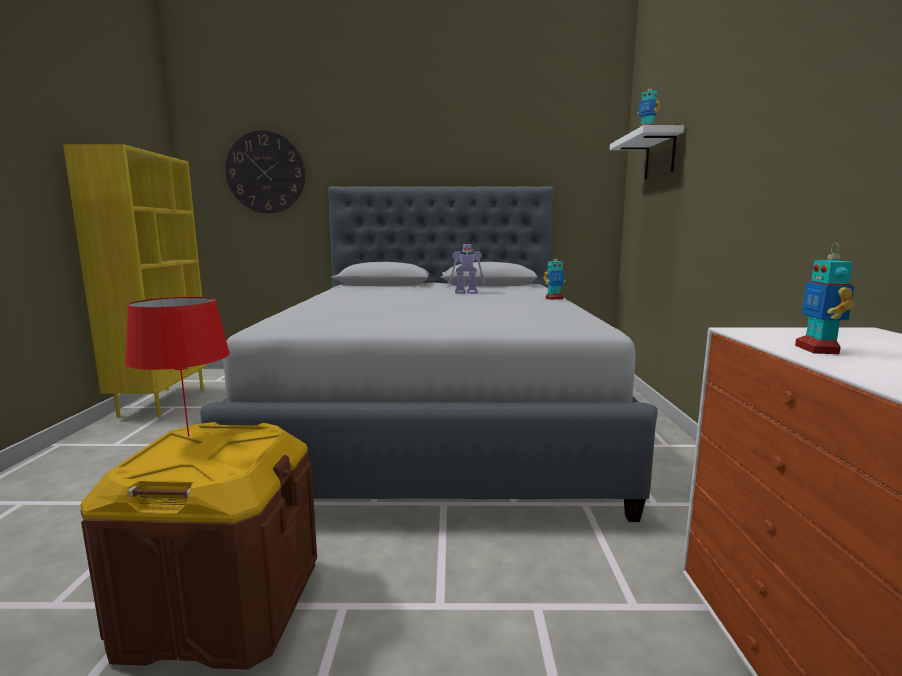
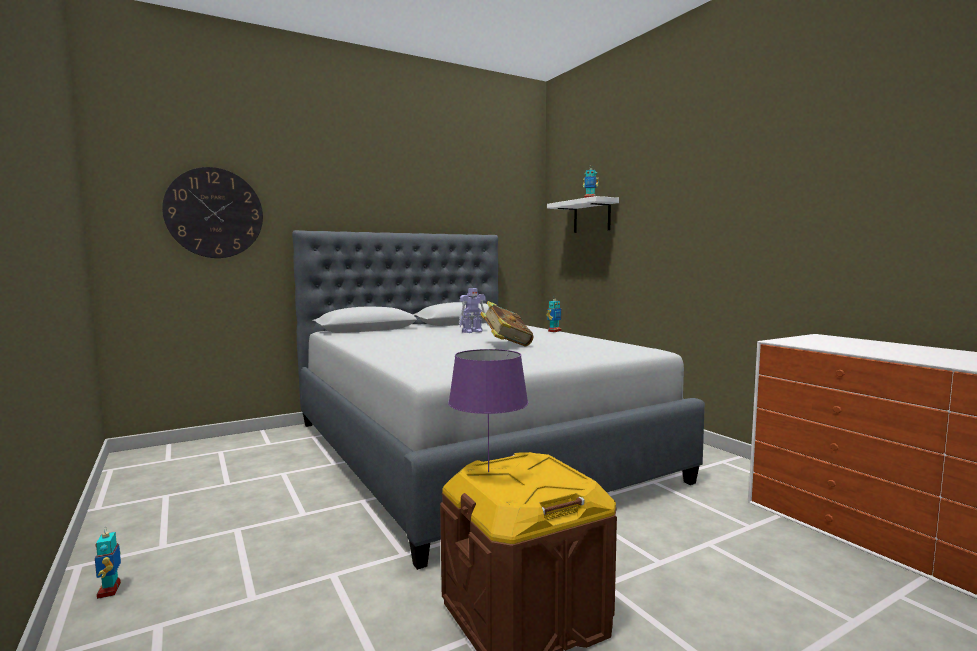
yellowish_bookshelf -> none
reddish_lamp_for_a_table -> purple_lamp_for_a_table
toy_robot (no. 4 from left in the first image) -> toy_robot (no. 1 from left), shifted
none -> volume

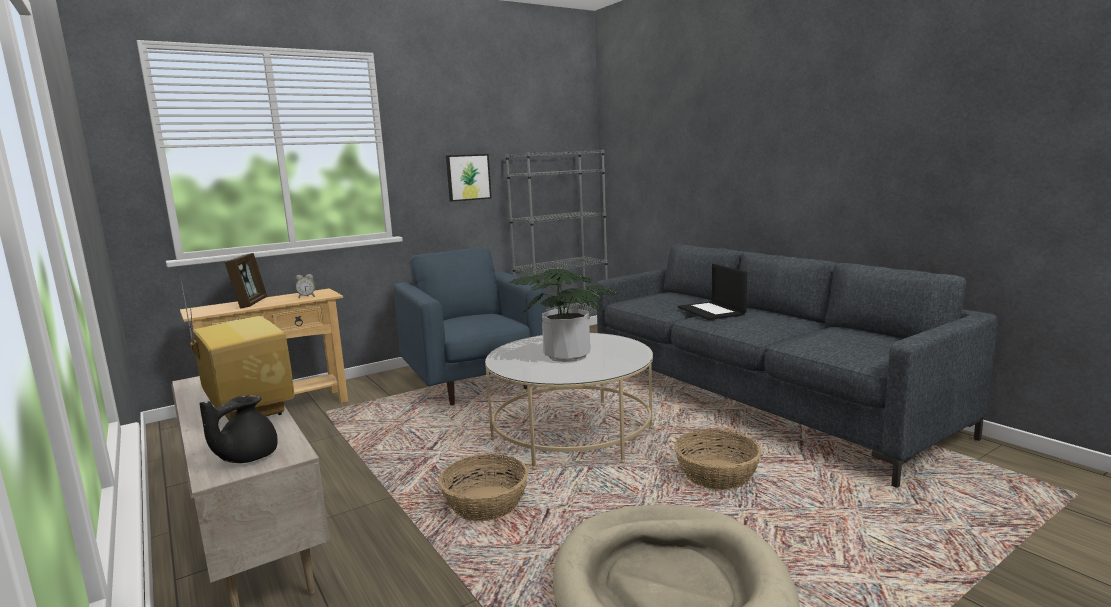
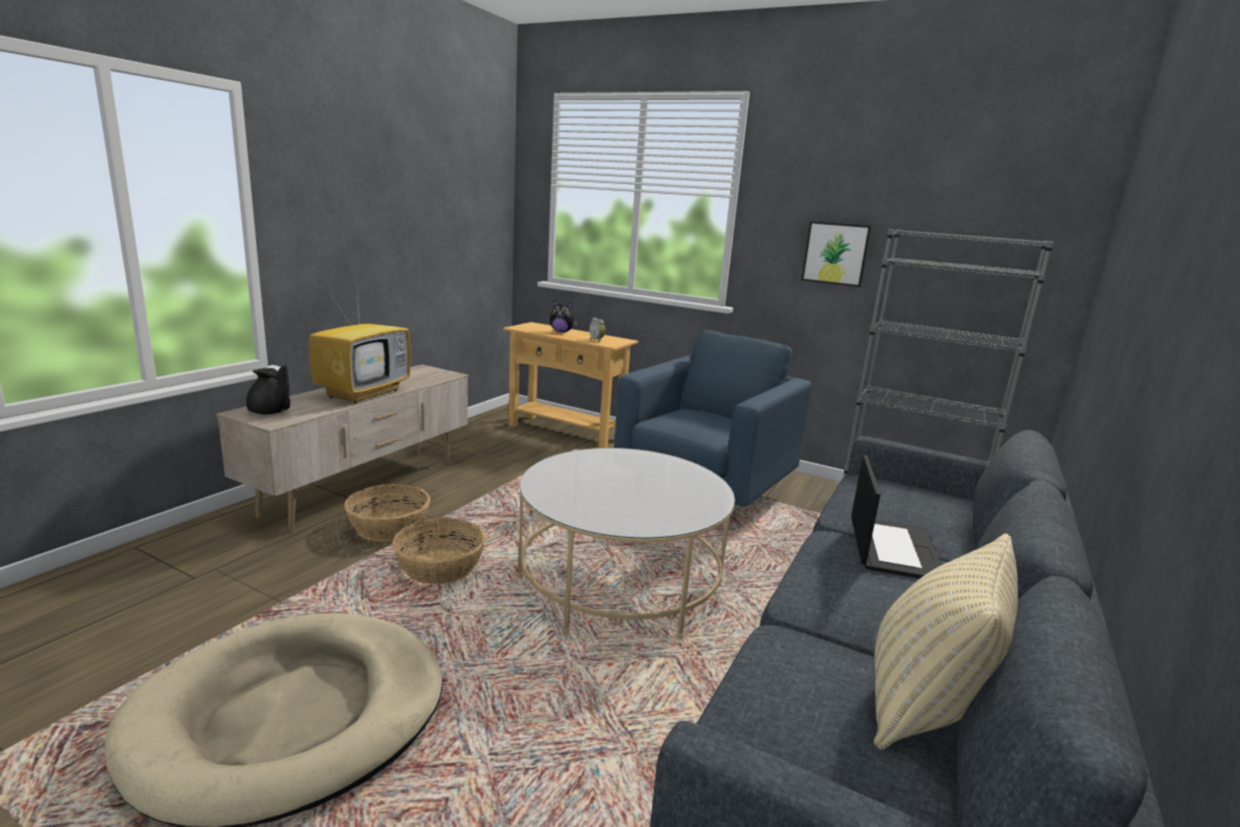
black-coloured_tea_pot, 150 degrees counterclockwise
photo_frame -> soft_toy
houseplant -> none
basket (no. 2 from left in the first image) -> basket (no. 1 from left), shifted
laptop, 150 degrees clockwise
none -> beige_throw_pillow

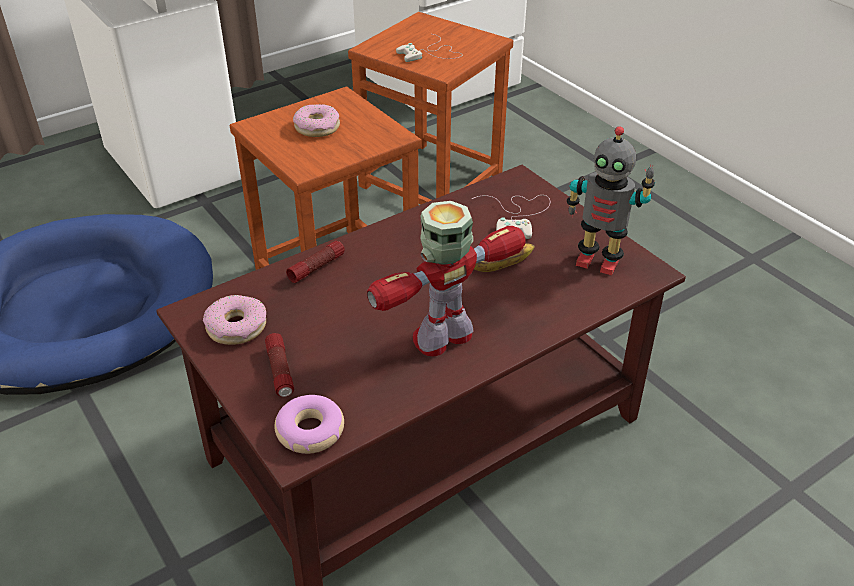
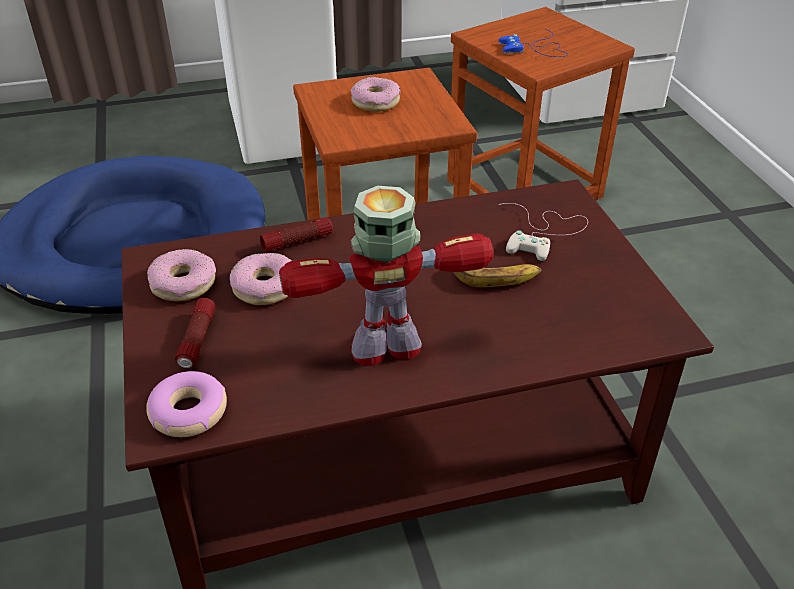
whitish_game_controller (no. 1 from left) -> bluish_game_controller
toy_robot (no. 2 from left) -> none
none -> ring_doughnut (no. 3 from left)

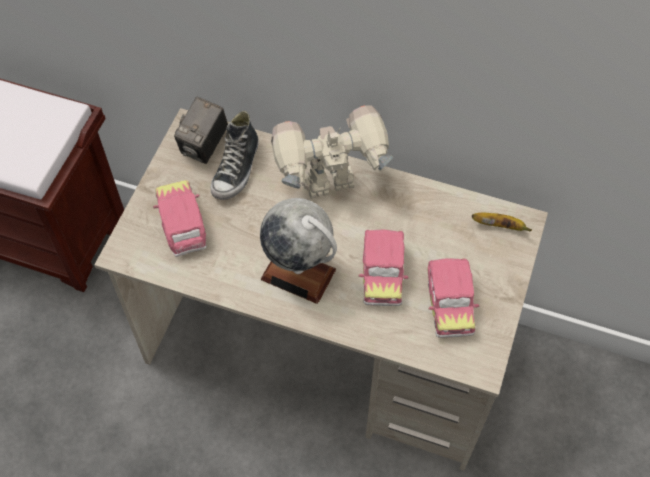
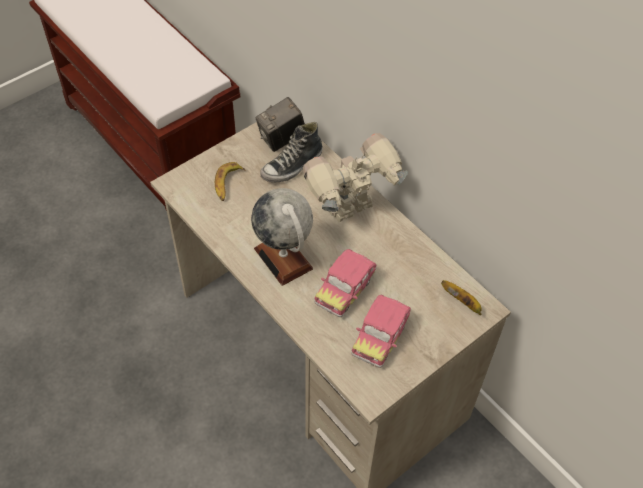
model_car (no. 1 from left) -> banana_fruit (no. 1 from left)
toy_robot, 45 degrees counterclockwise

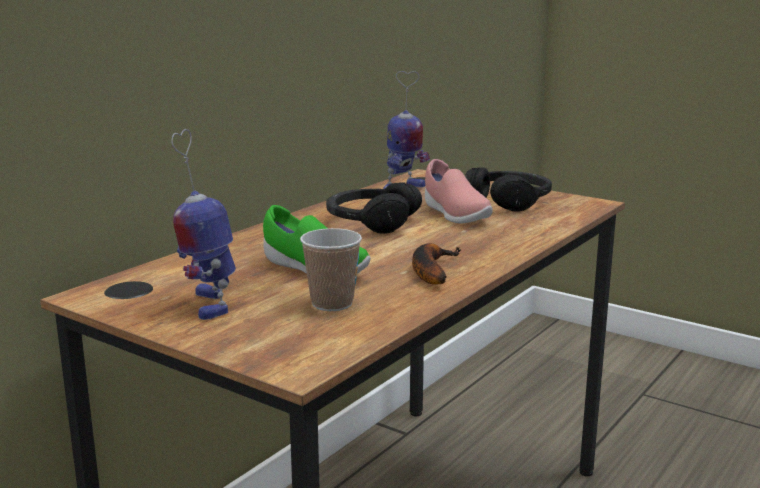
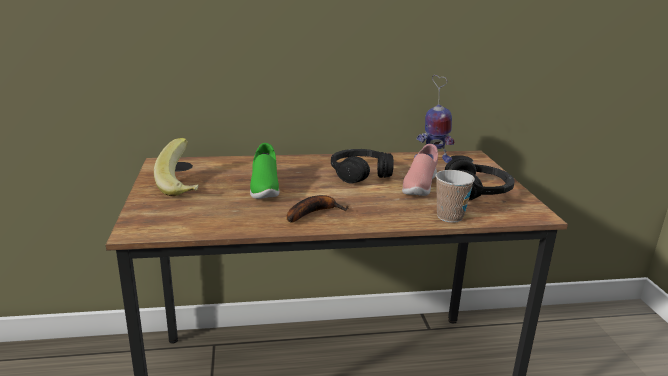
toy_robot (no. 1 from left) -> banana_fruit (no. 1 from left)
small_cup, shifted

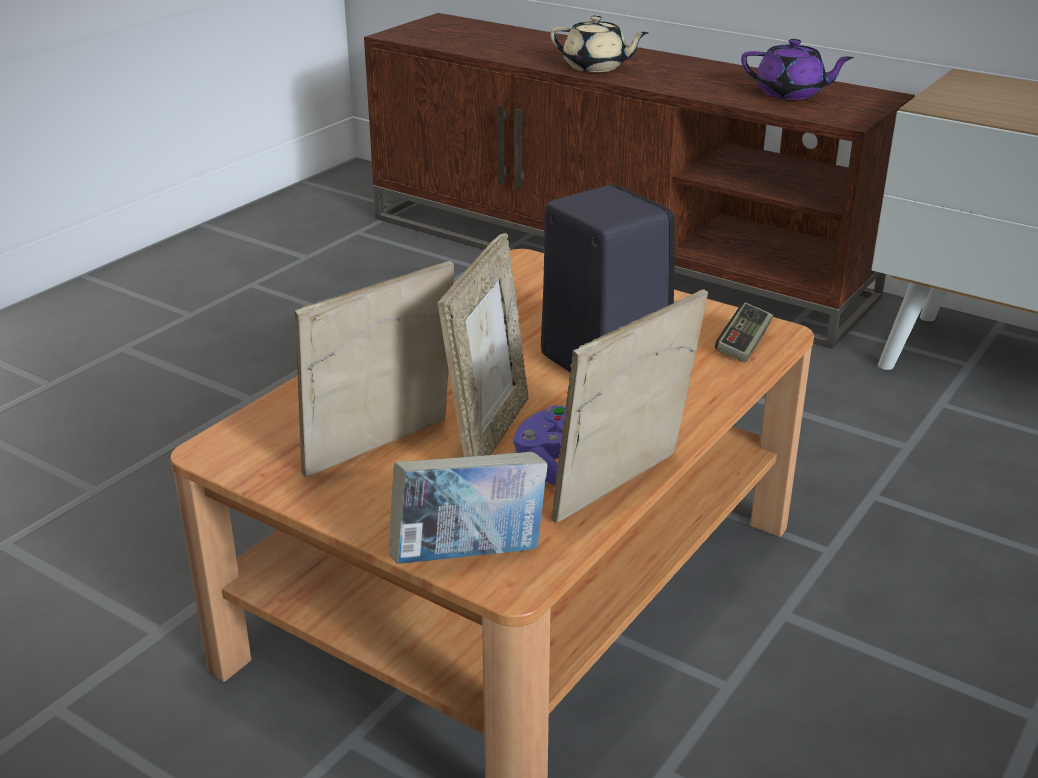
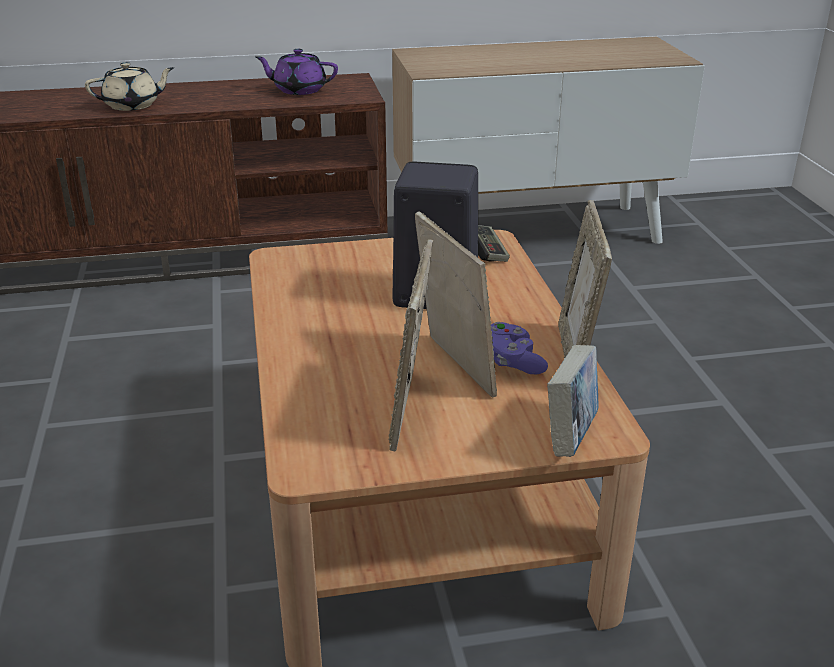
purple_tea_pot, 150 degrees counterclockwise

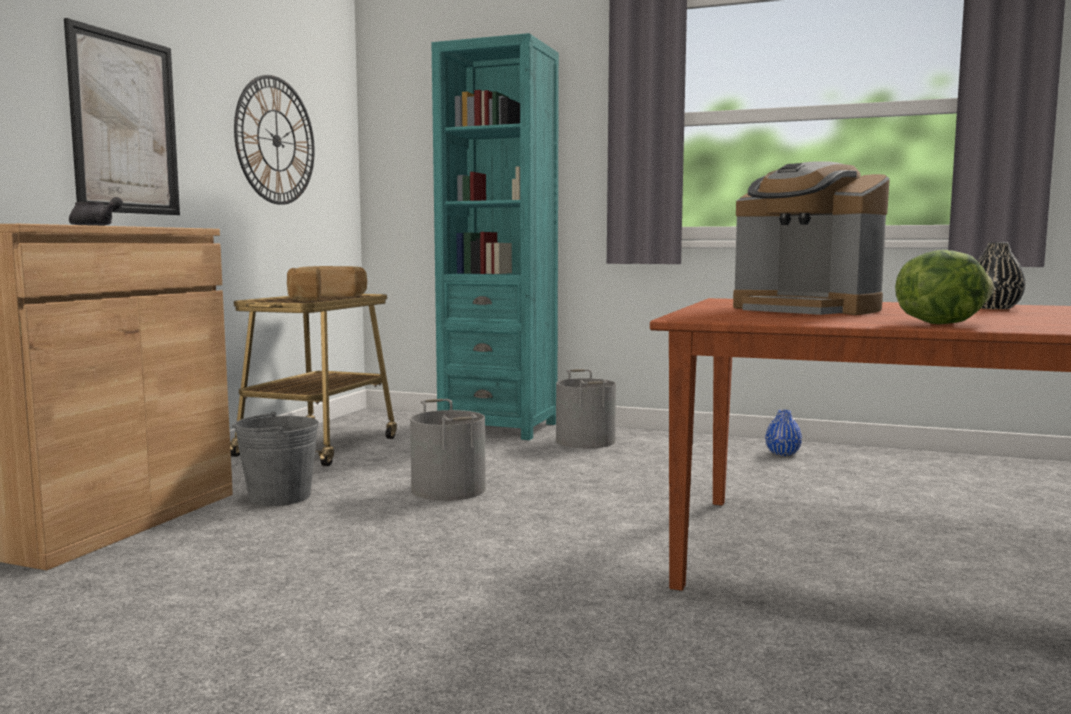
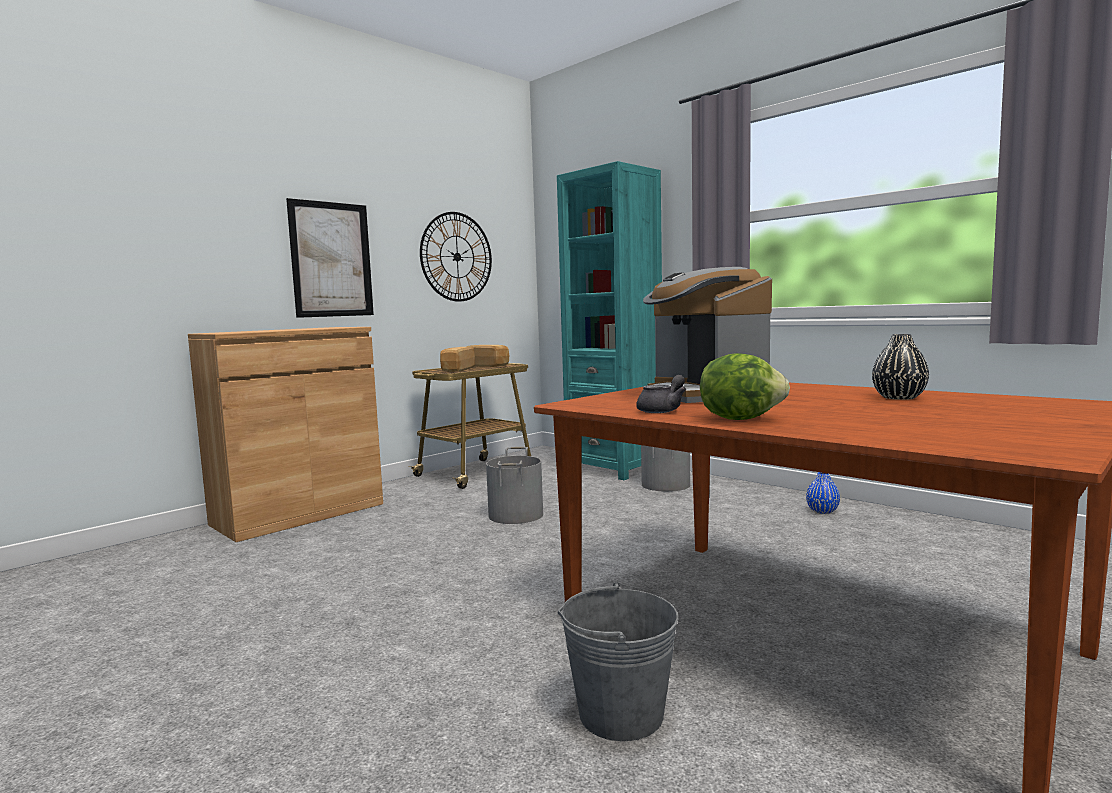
greyish_tea_pot, shifted
greyish_bucket (no. 1 from left in the first image) -> greyish_bucket (no. 2 from left), shifted

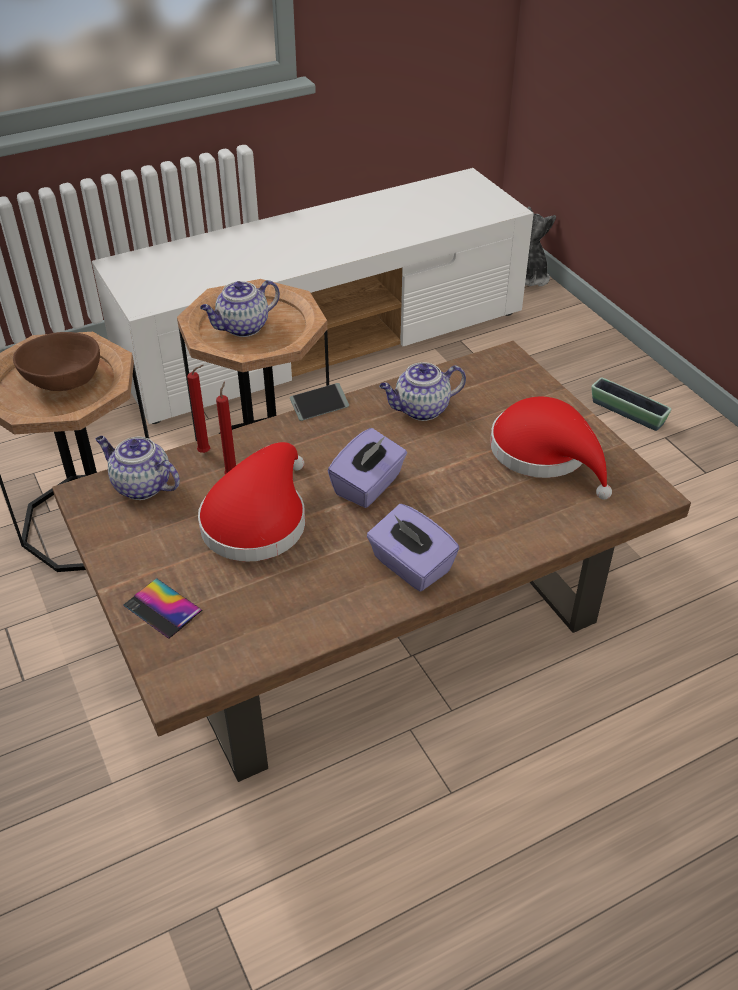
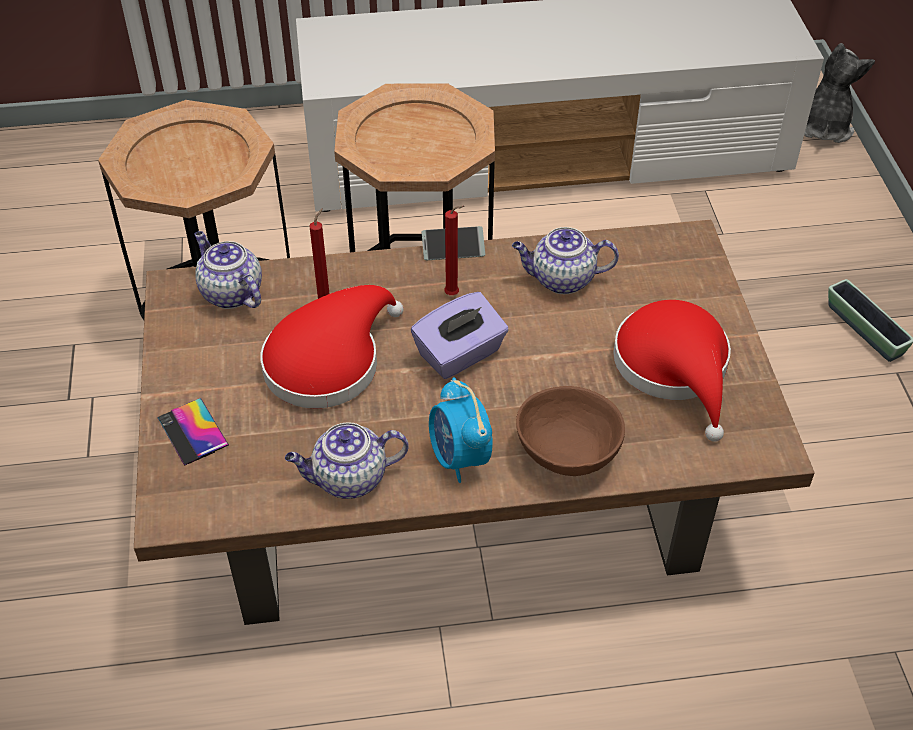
brownish_bowl, shifted
reddish_wax_light (no. 1 from left in the first image) -> reddish_wax_light (no. 2 from left), shifted
tea_pot (no. 2 from left), shifted
purple_box_of_tissues (no. 2 from left) -> table_clock

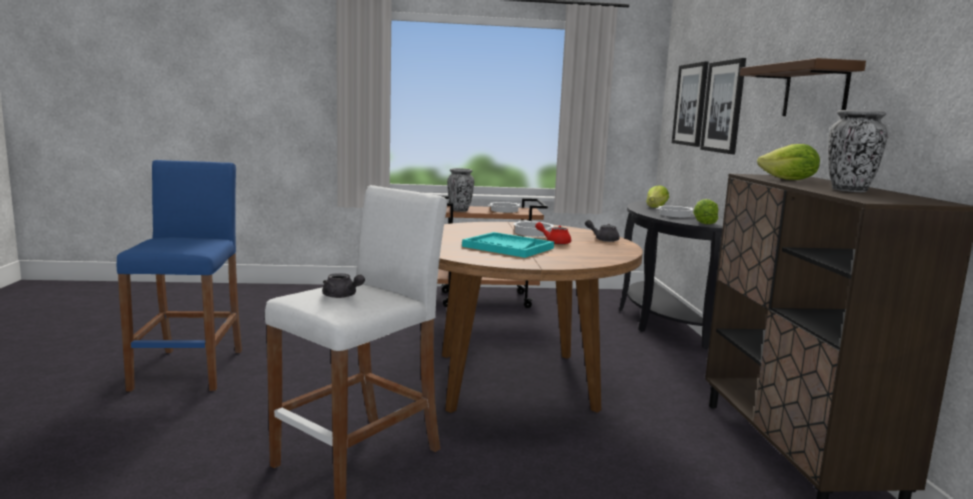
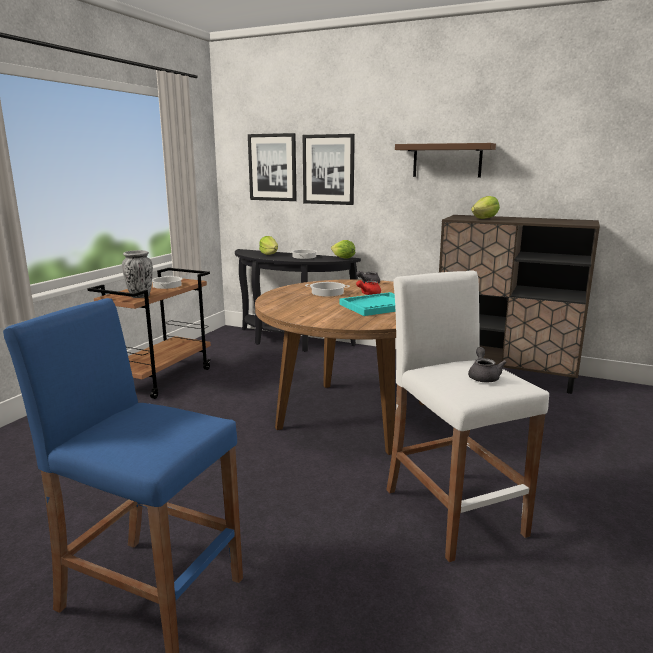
greyish_tea_pot (no. 1 from left in the first image) -> greyish_tea_pot (no. 2 from left), 60 degrees counterclockwise
flower_vase (no. 2 from left) -> none

